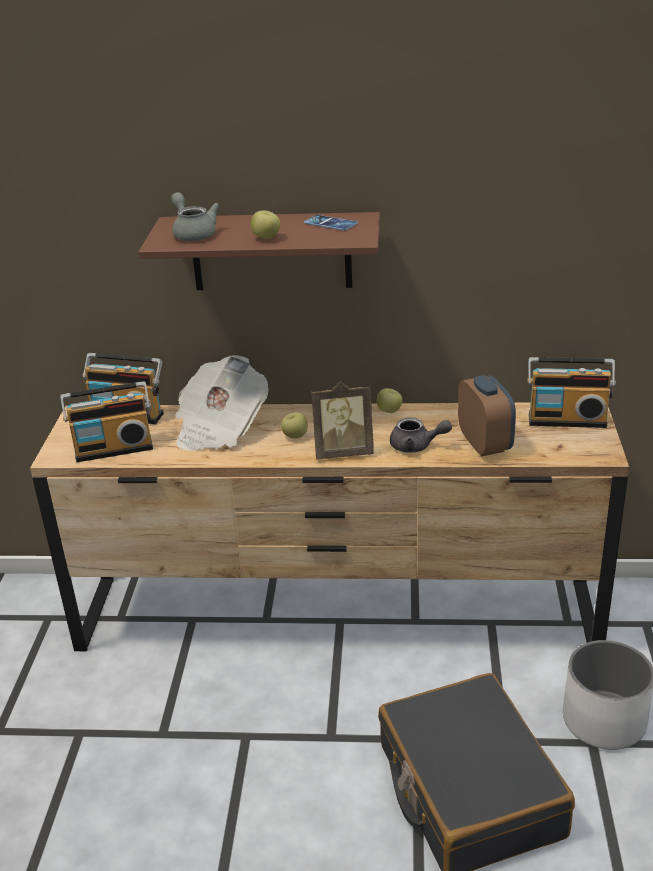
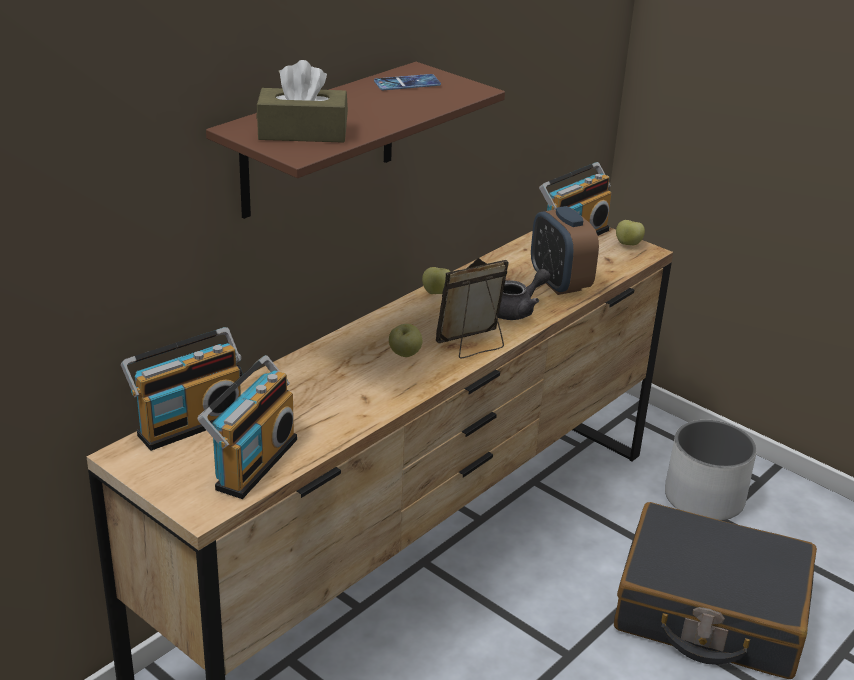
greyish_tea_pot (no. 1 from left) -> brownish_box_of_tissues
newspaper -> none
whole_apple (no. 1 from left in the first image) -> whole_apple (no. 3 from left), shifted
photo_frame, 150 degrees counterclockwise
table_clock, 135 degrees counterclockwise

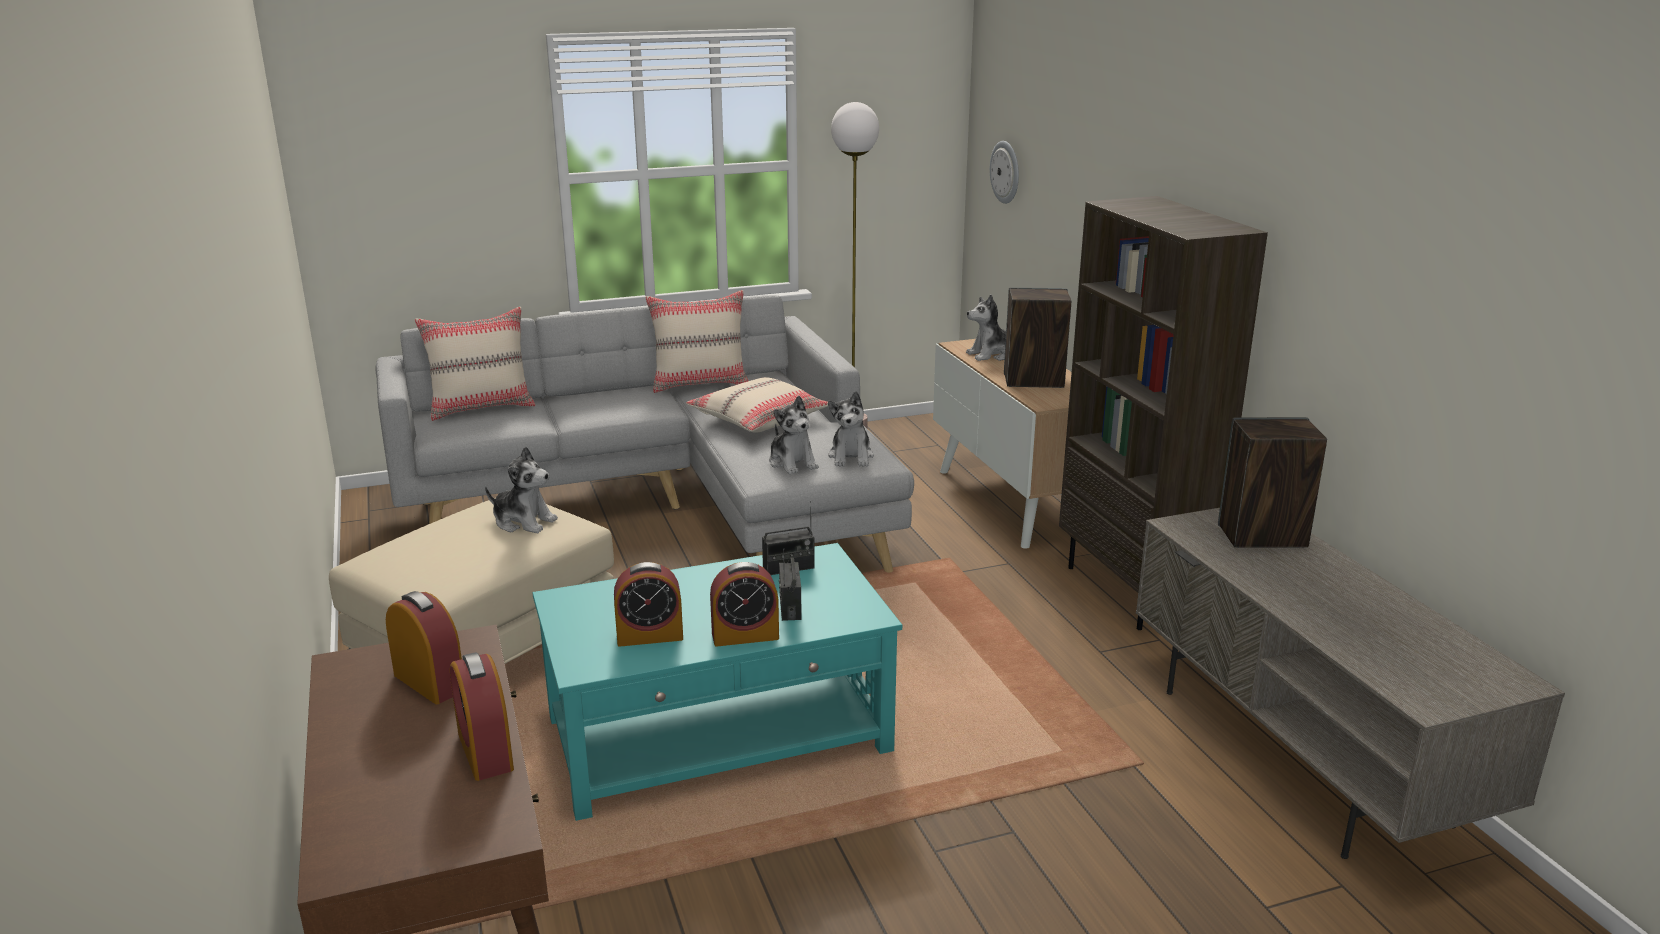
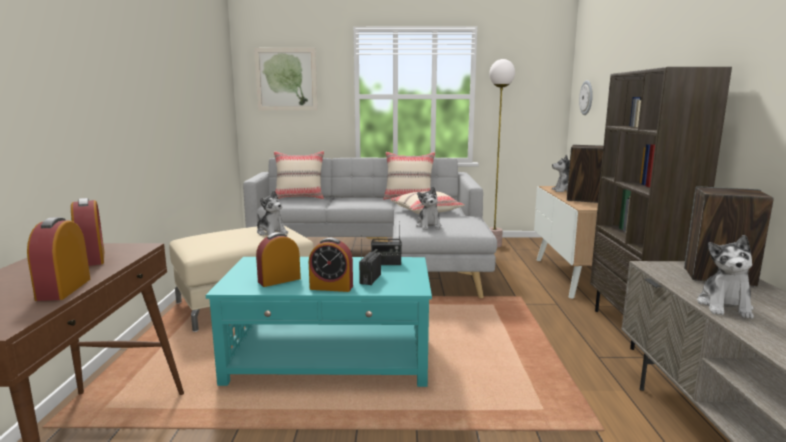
table_clock (no. 3 from left), 135 degrees clockwise
soft_toy (no. 3 from left in the first image) -> soft_toy (no. 4 from left), shifted
none -> wall_picture

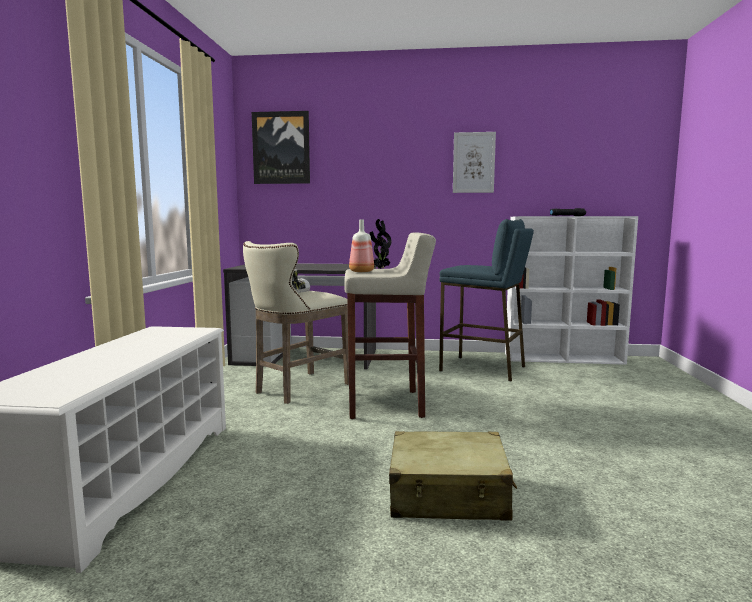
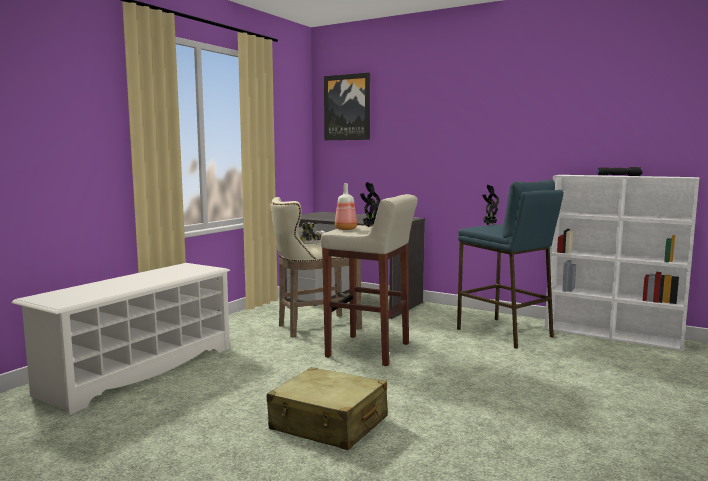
wall_picture (no. 2 from left) -> none
none -> houseplant (no. 2 from left)

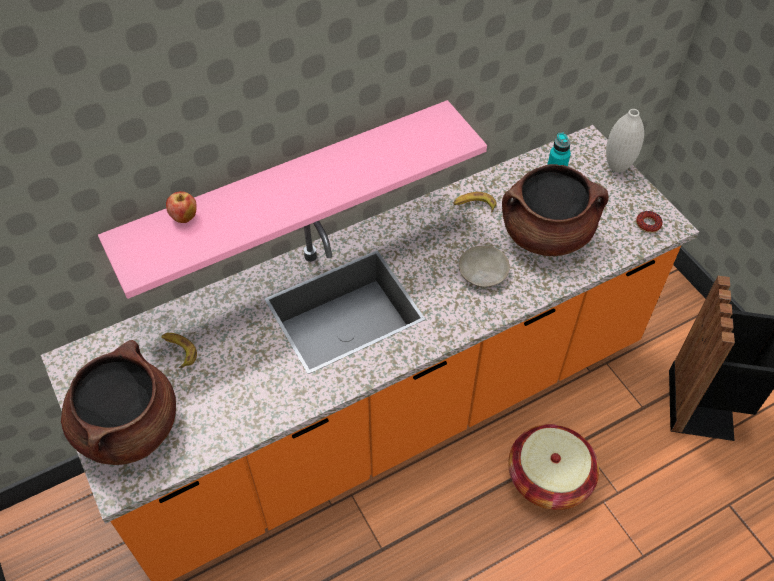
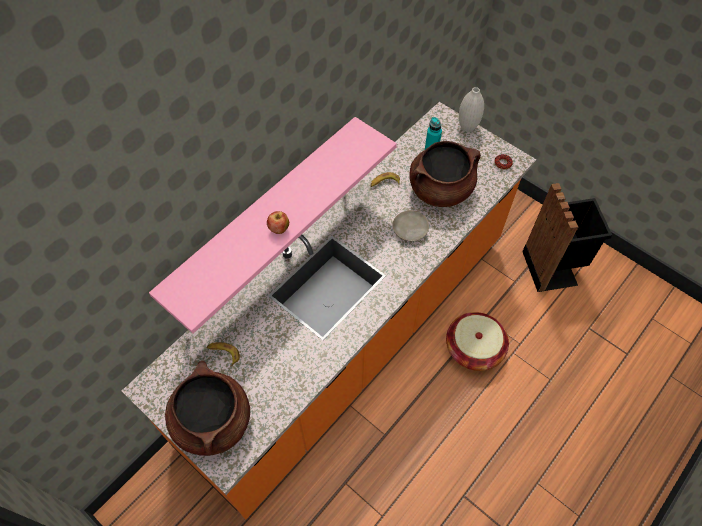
whole_apple, shifted

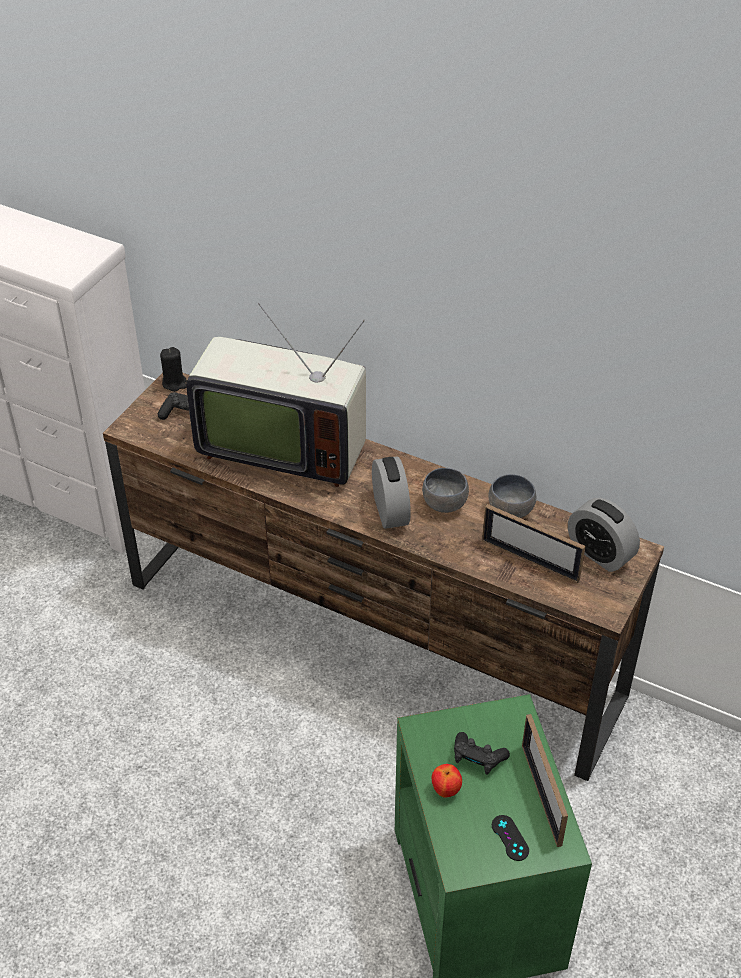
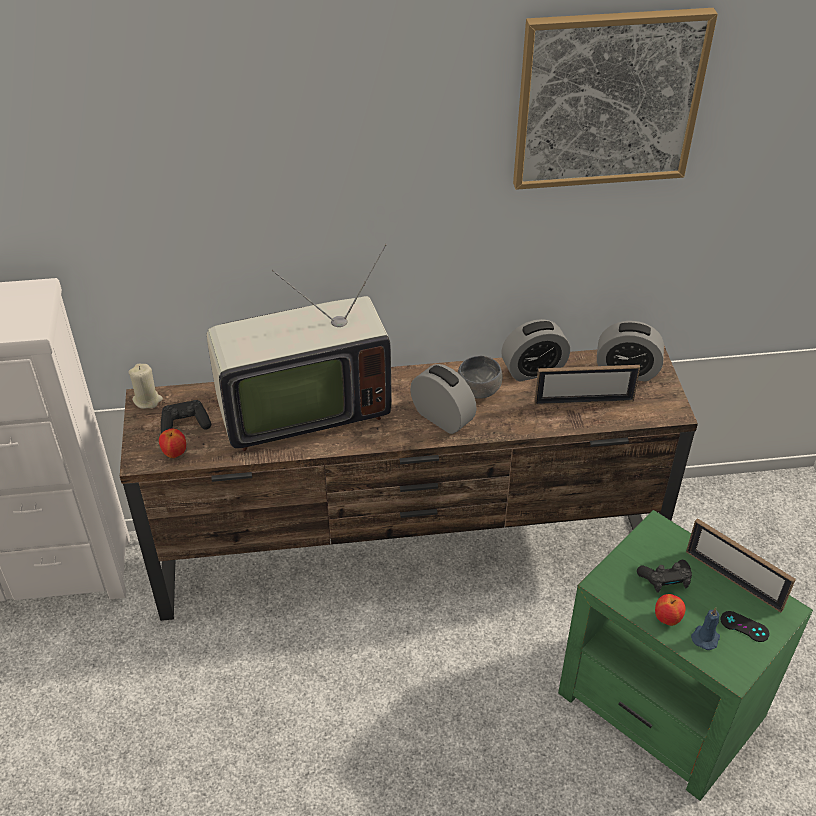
black-coloured_wax_light -> beige_wax_light
greyish_bowl (no. 2 from left) -> table_clock (no. 2 from left)
none -> whole_apple (no. 1 from left)
none -> wall_picture
none -> bluish_wax_light

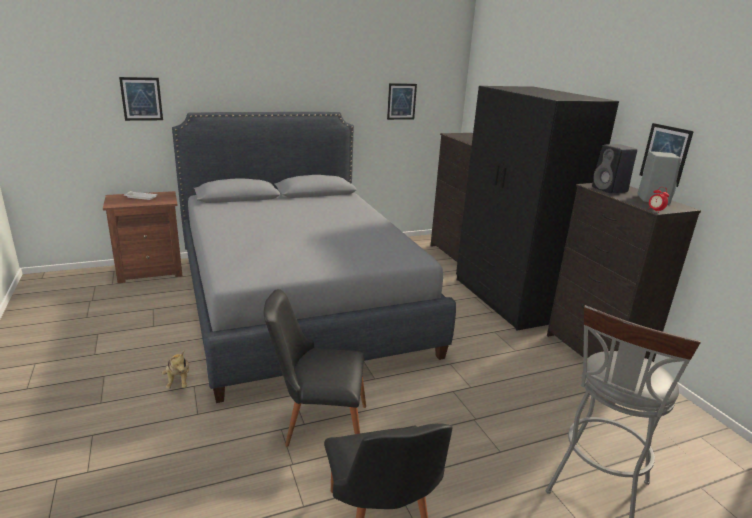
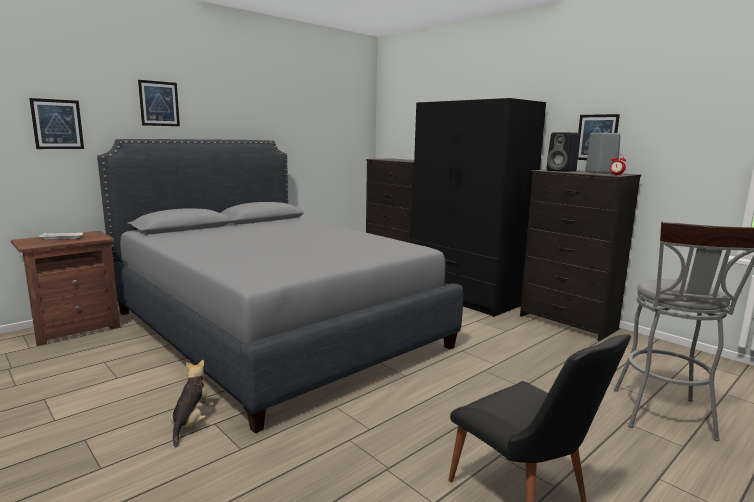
soft_toy, 135 degrees counterclockwise
black-coloured_plain_chair (no. 1 from left) -> none
wall_picture (no. 2 from left), shifted

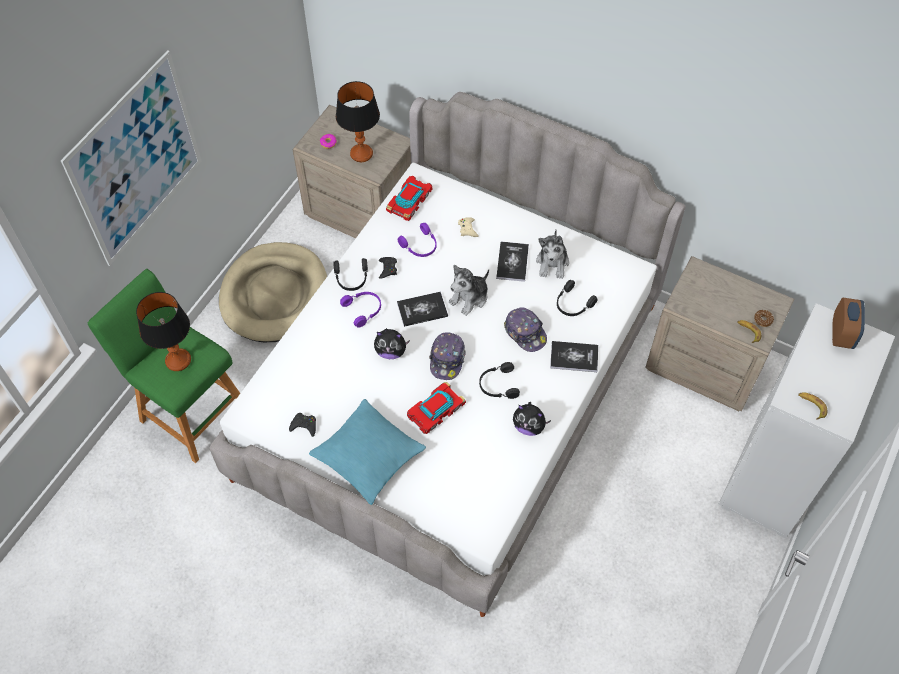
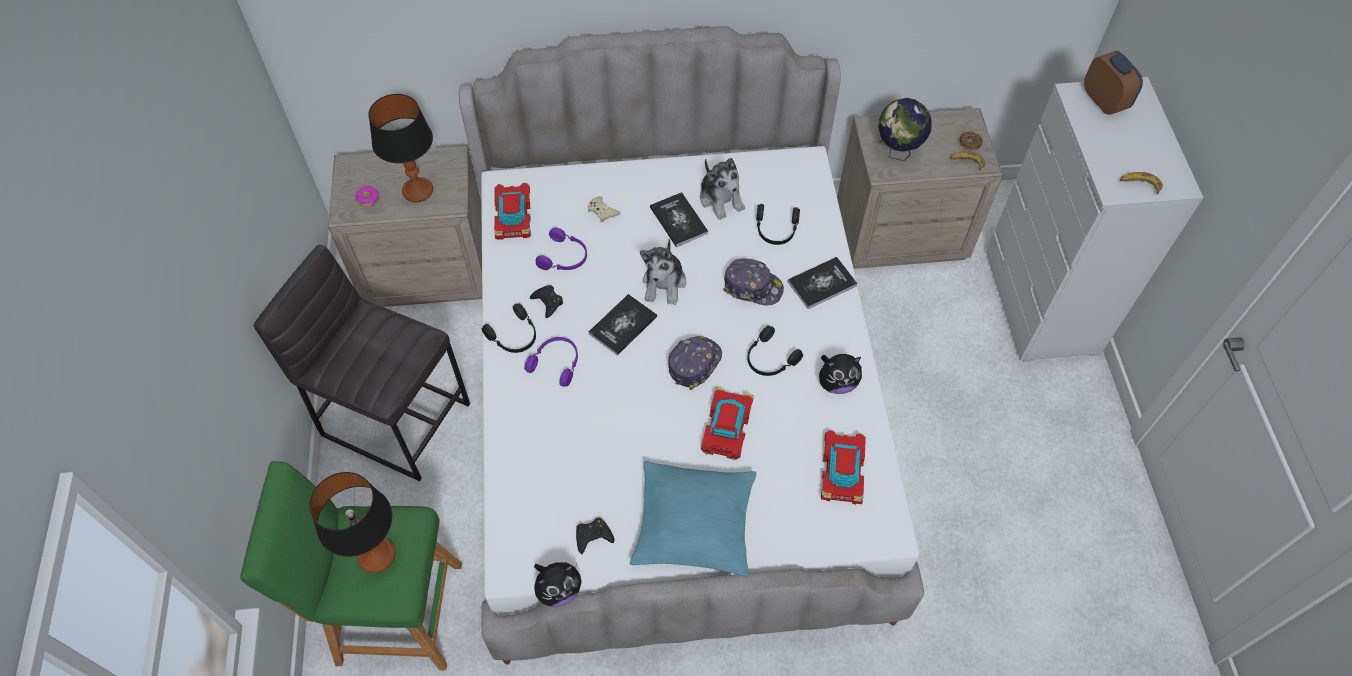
wall_picture -> none
beige_pet_bed -> greyish_stool
soft_toy (no. 1 from left), shifted
baseball_cap (no. 1 from left), 120 degrees counterclockwise
none -> model_car (no. 3 from left)
none -> globe

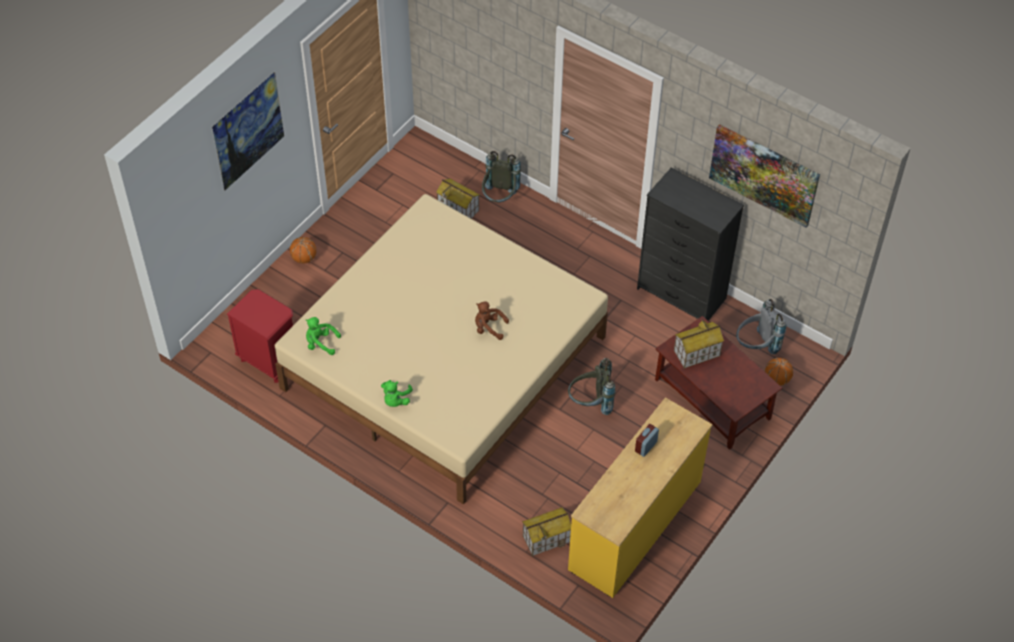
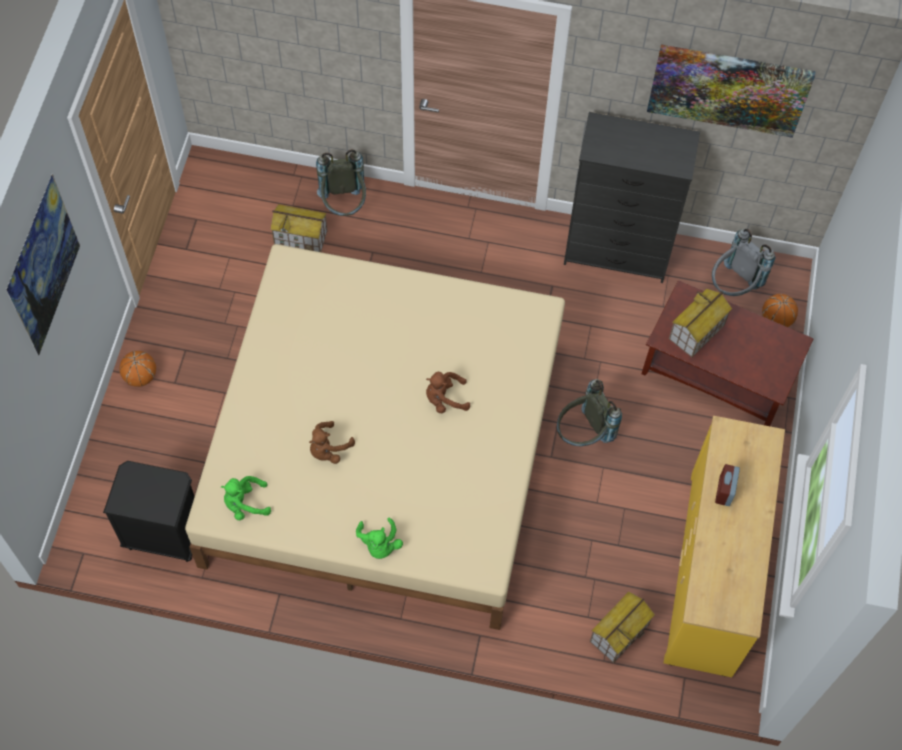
reddish_night_table -> black-coloured_night_table
none -> brownish_soft_toy (no. 1 from left)

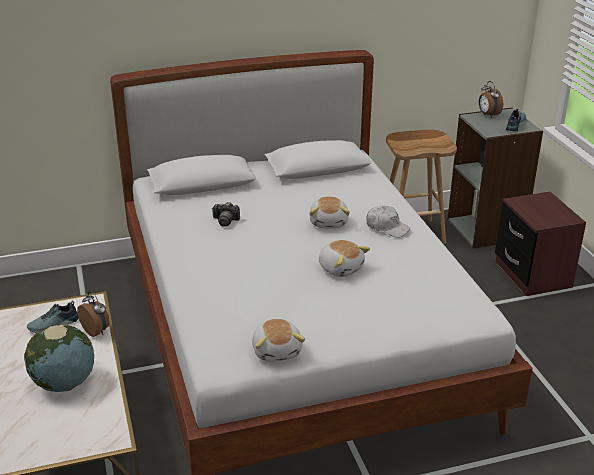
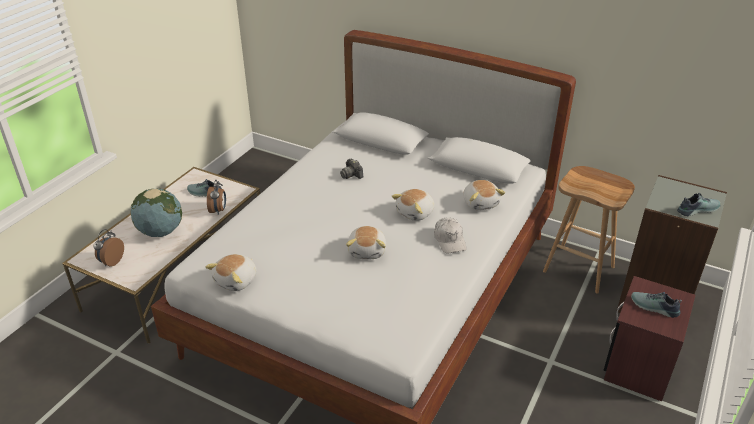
table_clock (no. 2 from left in the first image) -> table_clock (no. 1 from left), shifted
none -> soft_toy (no. 4 from left)
none -> item_of_footwear (no. 2 from left)

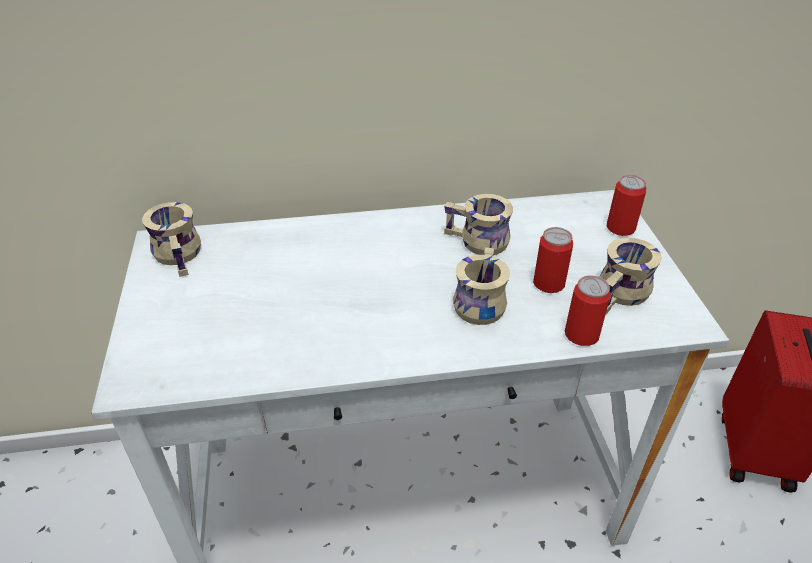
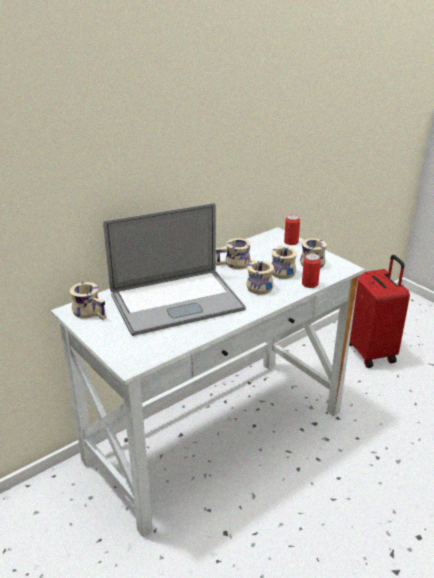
can (no. 1 from left) -> beige_tea_mug (no. 4 from left)
none -> laptop

